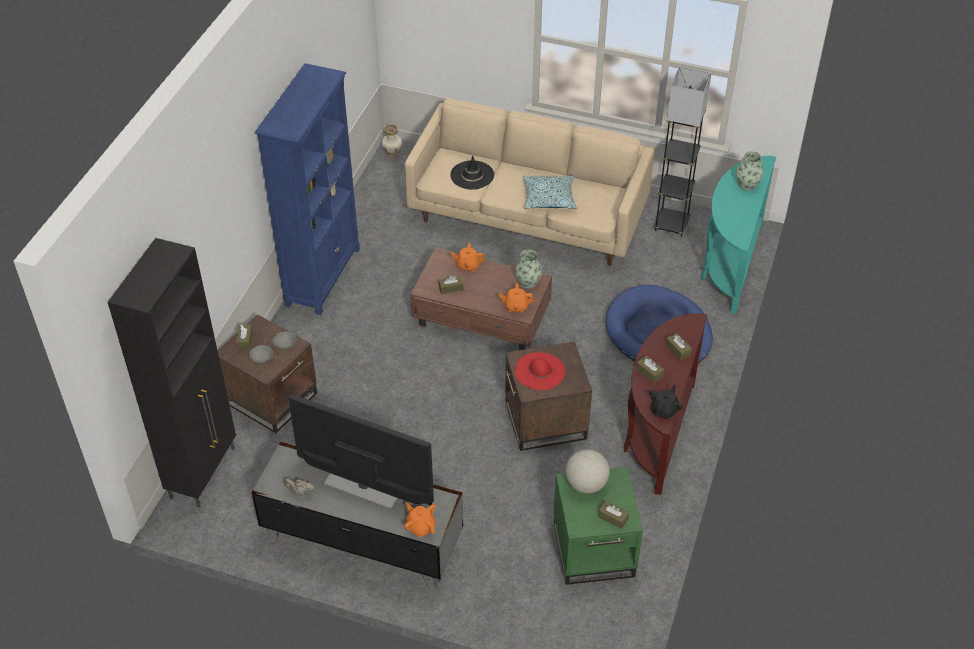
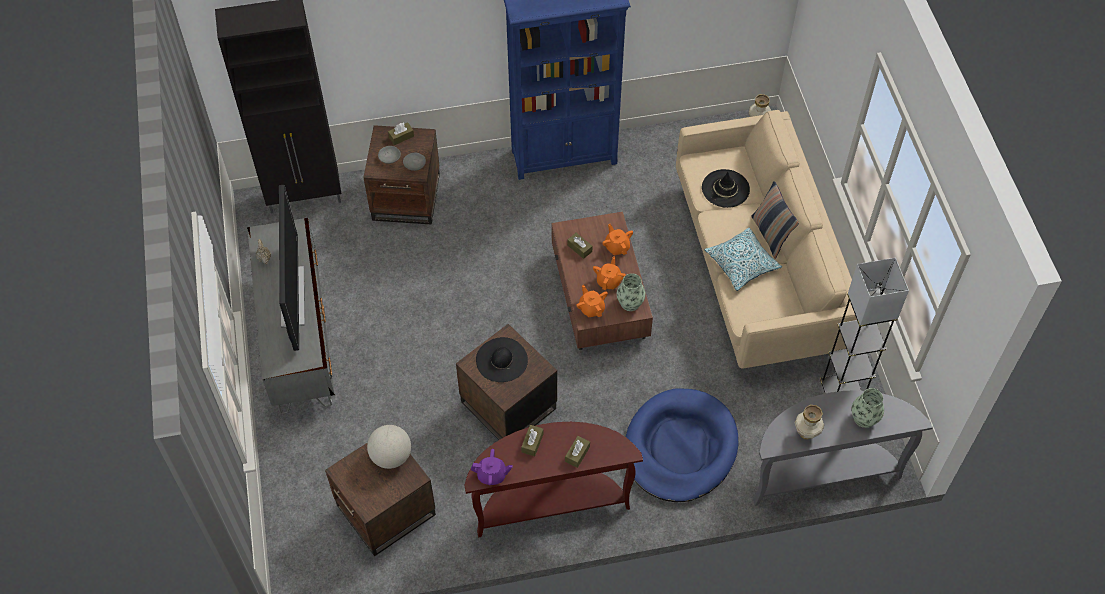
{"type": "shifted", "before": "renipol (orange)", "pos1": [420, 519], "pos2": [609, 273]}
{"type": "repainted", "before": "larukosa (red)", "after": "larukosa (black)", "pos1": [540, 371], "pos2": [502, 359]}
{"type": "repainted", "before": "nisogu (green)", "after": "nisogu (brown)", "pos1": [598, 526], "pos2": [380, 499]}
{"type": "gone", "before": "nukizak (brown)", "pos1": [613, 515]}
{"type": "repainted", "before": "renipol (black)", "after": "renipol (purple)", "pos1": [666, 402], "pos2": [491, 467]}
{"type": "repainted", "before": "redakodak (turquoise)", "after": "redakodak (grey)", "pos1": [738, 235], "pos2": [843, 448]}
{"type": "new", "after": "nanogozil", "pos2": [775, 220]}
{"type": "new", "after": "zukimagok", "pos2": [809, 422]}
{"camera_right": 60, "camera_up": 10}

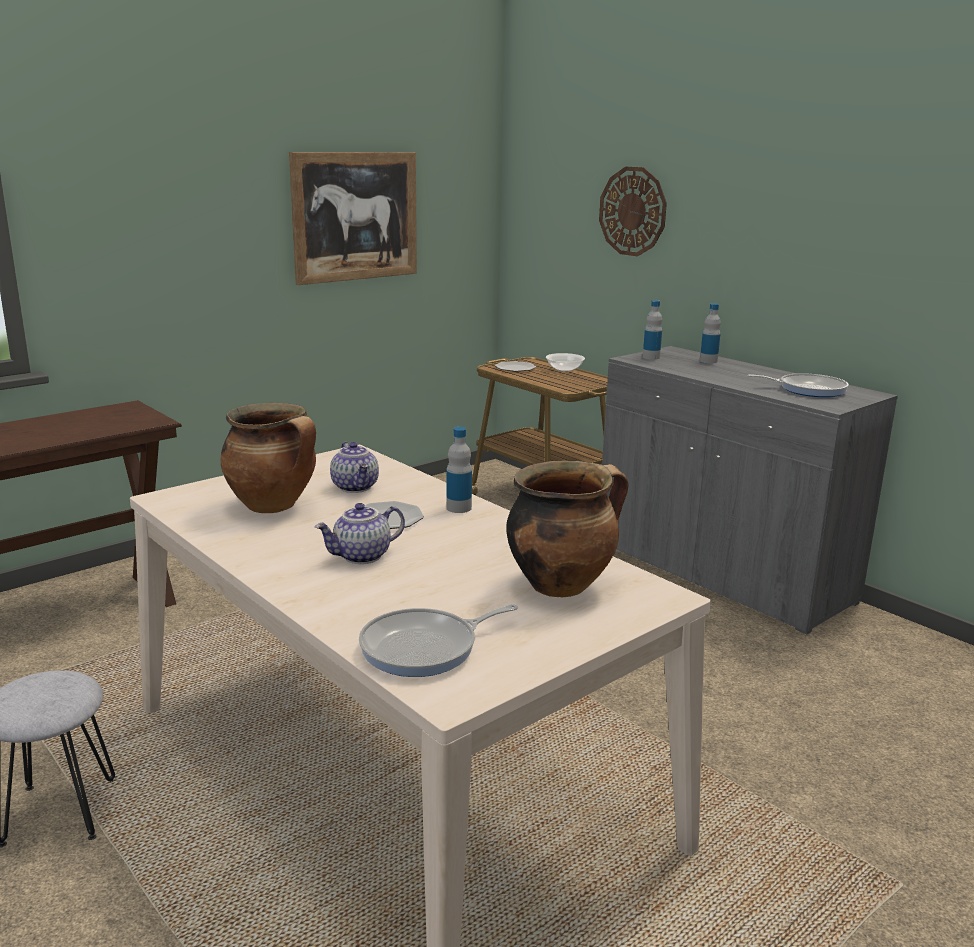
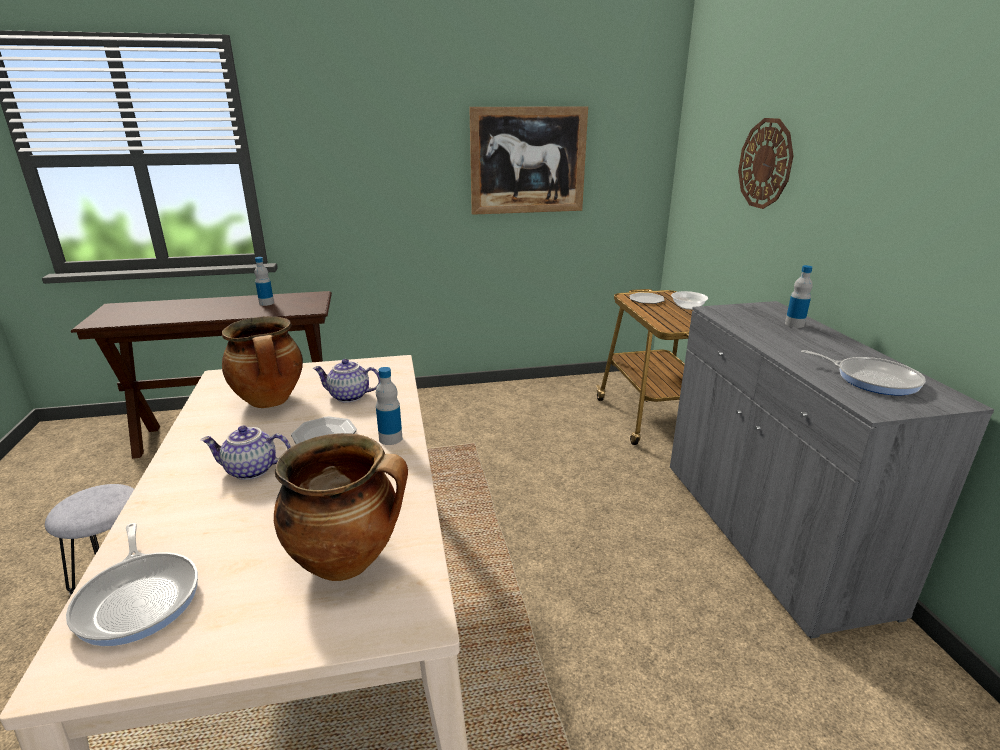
{"type": "rotated", "before": "renipol", "pos1": [354, 467], "pos2": [346, 381], "turn": 90}
{"type": "rotated", "before": "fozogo", "pos1": [438, 640], "pos2": [132, 584], "turn": -120}
{"type": "shifted", "before": "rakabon", "pos1": [652, 330], "pos2": [264, 281]}
{"camera_right": 30, "camera_up": 5}

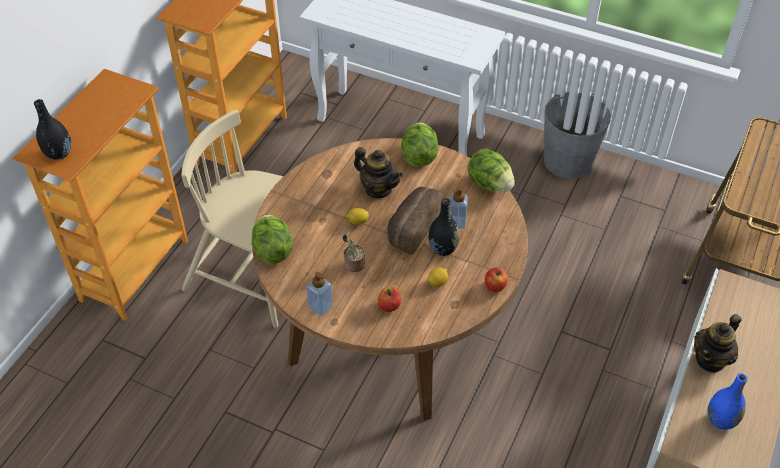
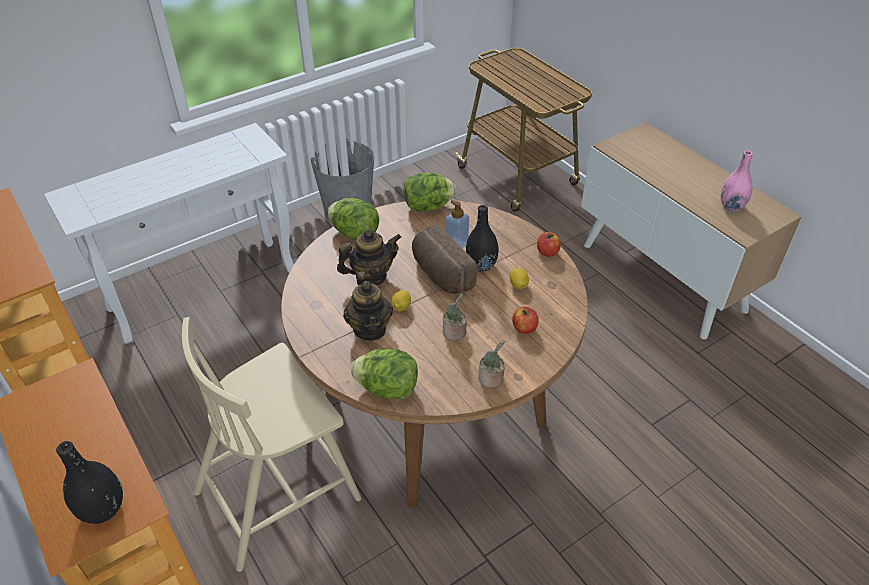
{"type": "swapped", "before": "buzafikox", "after": "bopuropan", "pos1": [319, 294], "pos2": [491, 364]}
{"type": "shifted", "before": "renipol", "pos1": [717, 343], "pos2": [368, 306]}
{"type": "repainted", "before": "zukimagok (blue)", "after": "zukimagok (pink)", "pos1": [727, 401], "pos2": [737, 180]}
{"camera_right": -60, "camera_up": -5}

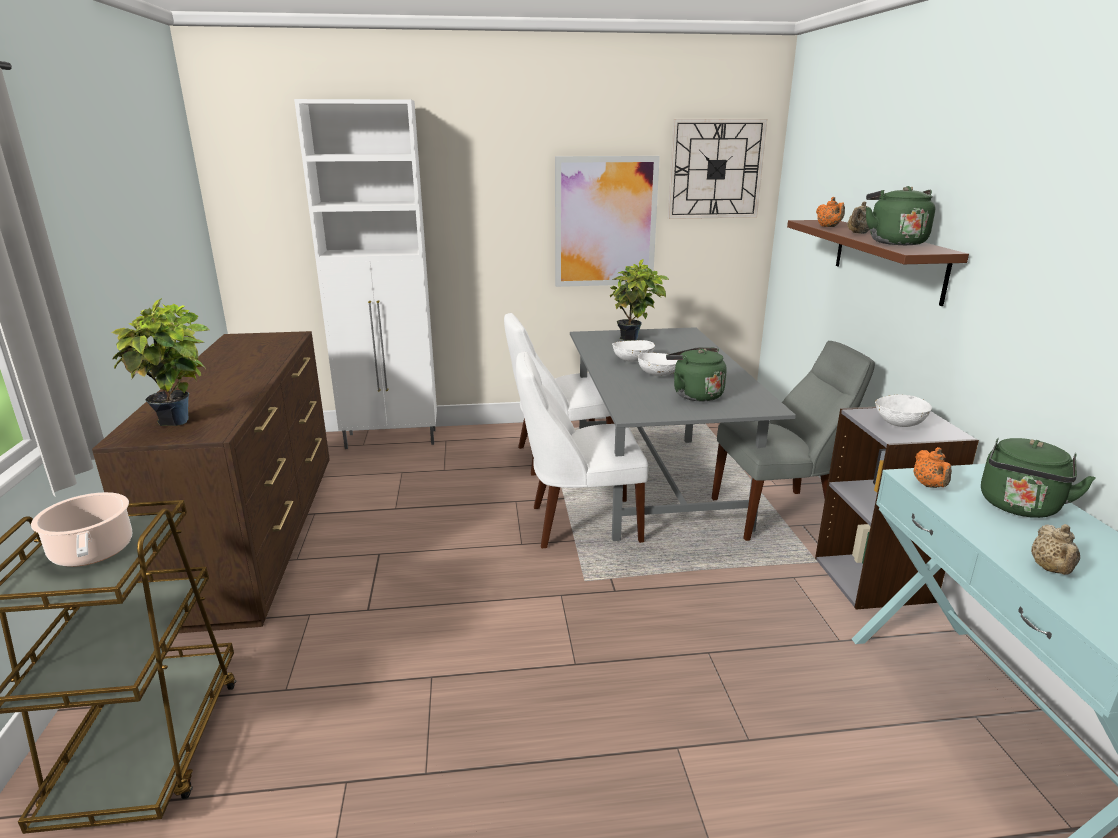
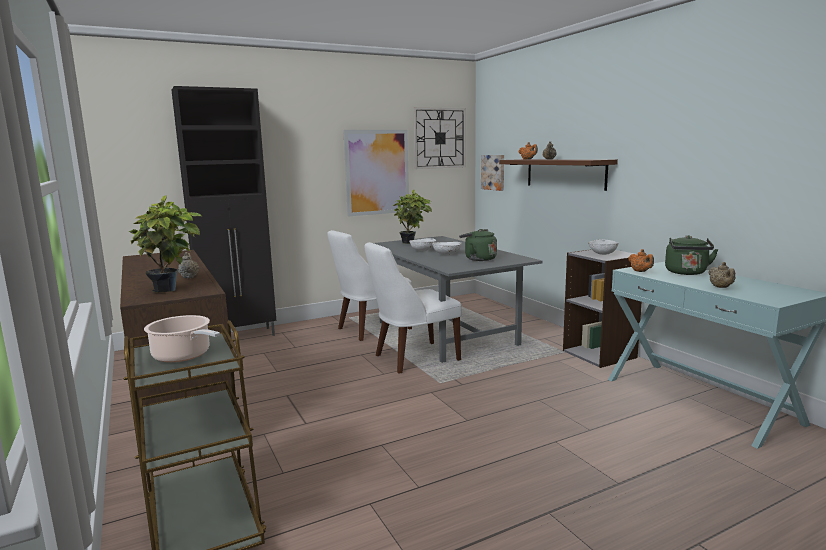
{"type": "repainted", "before": "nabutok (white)", "after": "nabutok (black)", "pos1": [365, 274], "pos2": [223, 211]}
{"type": "gone", "before": "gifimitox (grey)", "pos1": [793, 441]}
{"type": "gone", "before": "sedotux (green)", "pos1": [900, 215]}
{"type": "new", "after": "renipol (beige)", "pos2": [188, 265]}
{"type": "new", "after": "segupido", "pos2": [492, 173]}
{"camera_right": -20, "camera_up": -10}

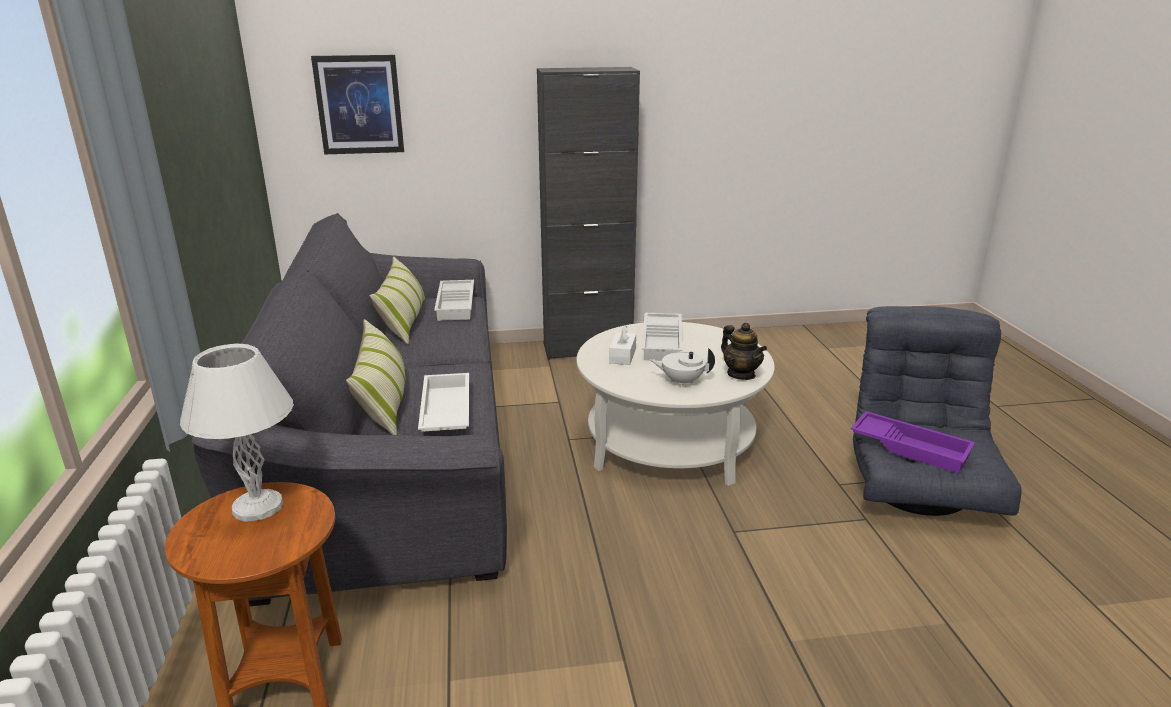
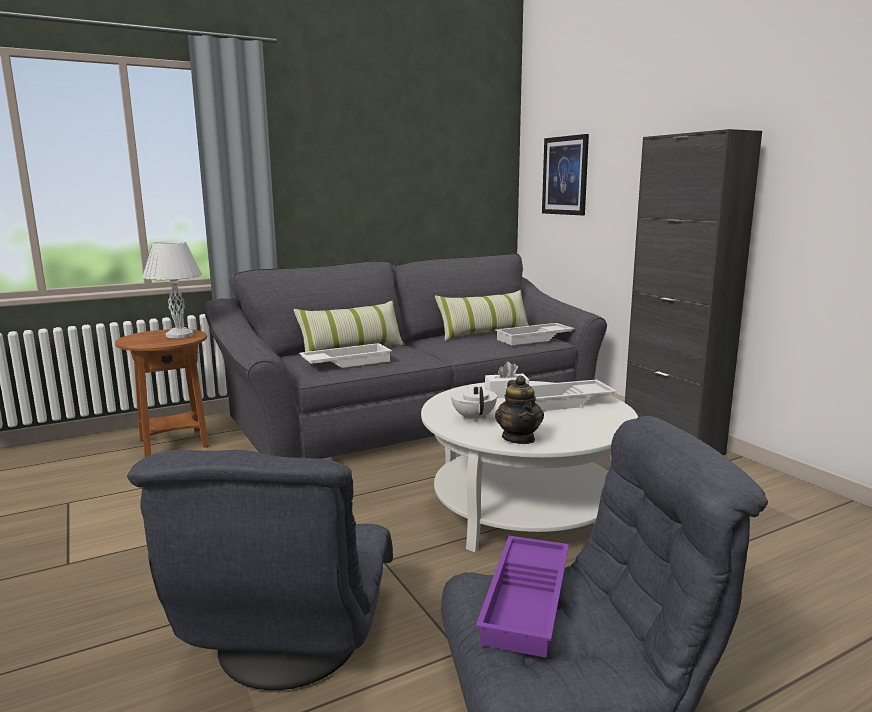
{"type": "rotated", "before": "renipol", "pos1": [744, 351], "pos2": [519, 409], "turn": -45}
{"type": "new", "after": "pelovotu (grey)", "pos2": [260, 570]}
{"camera_right": 70, "camera_up": -10}

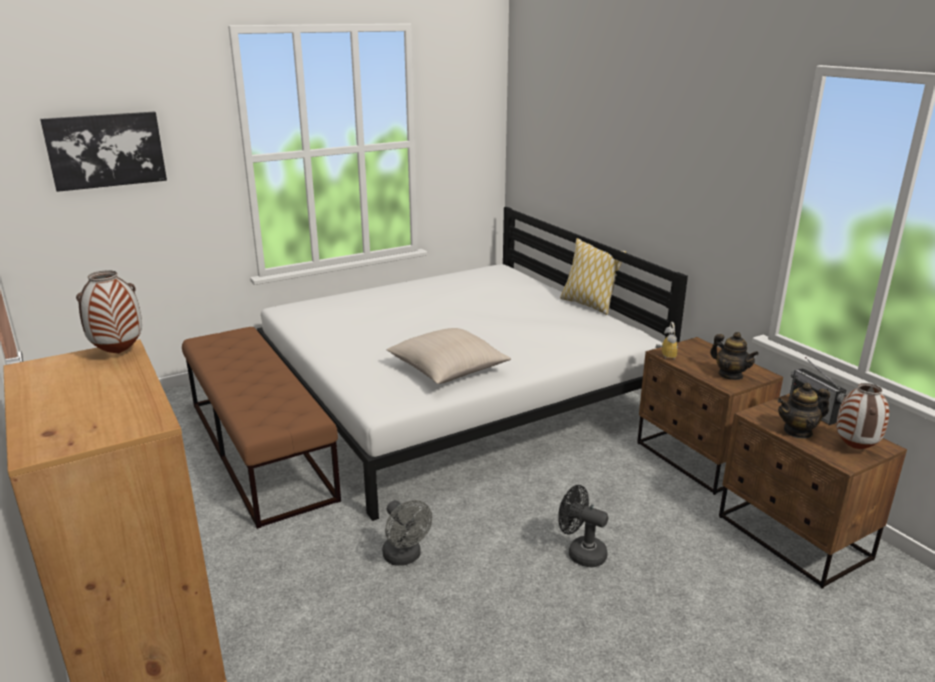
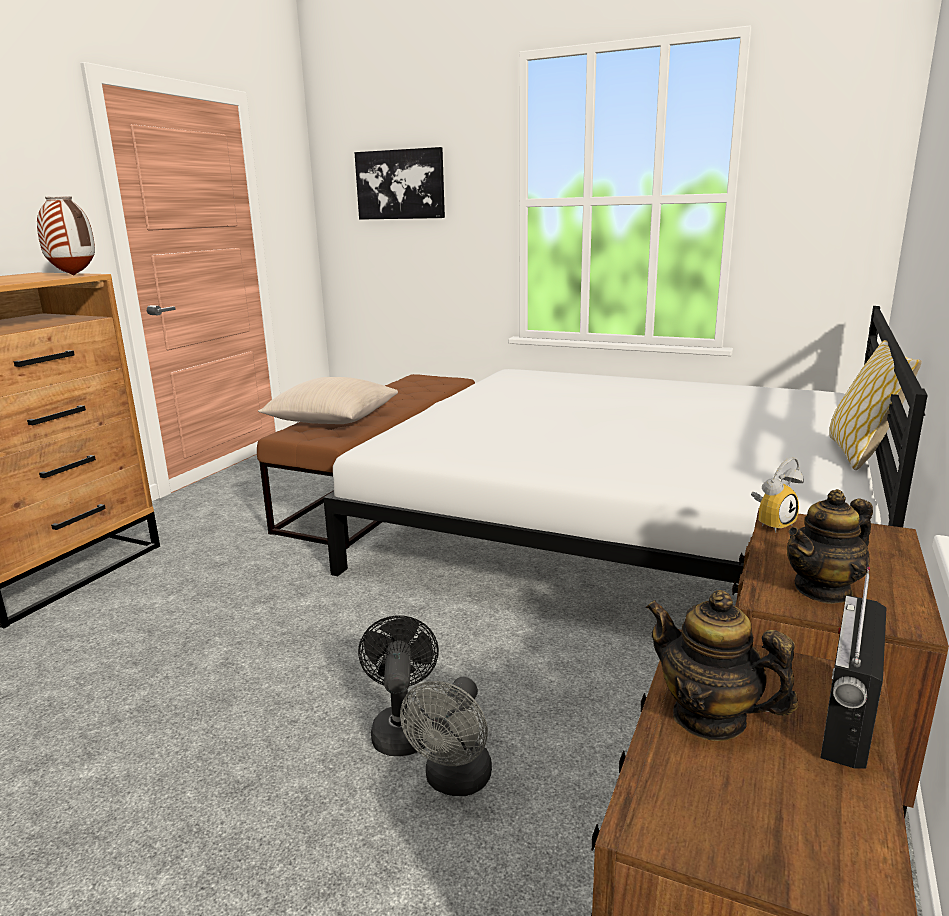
{"type": "shifted", "before": "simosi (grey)", "pos1": [407, 533], "pos2": [446, 736]}
{"type": "shifted", "before": "nanogozil (beige)", "pos1": [449, 356], "pos2": [328, 400]}
{"type": "rotated", "before": "renipol", "pos1": [734, 356], "pos2": [830, 546], "turn": 45}
{"type": "gone", "before": "zukimagok", "pos1": [862, 416]}
{"camera_right": 55, "camera_up": -5}

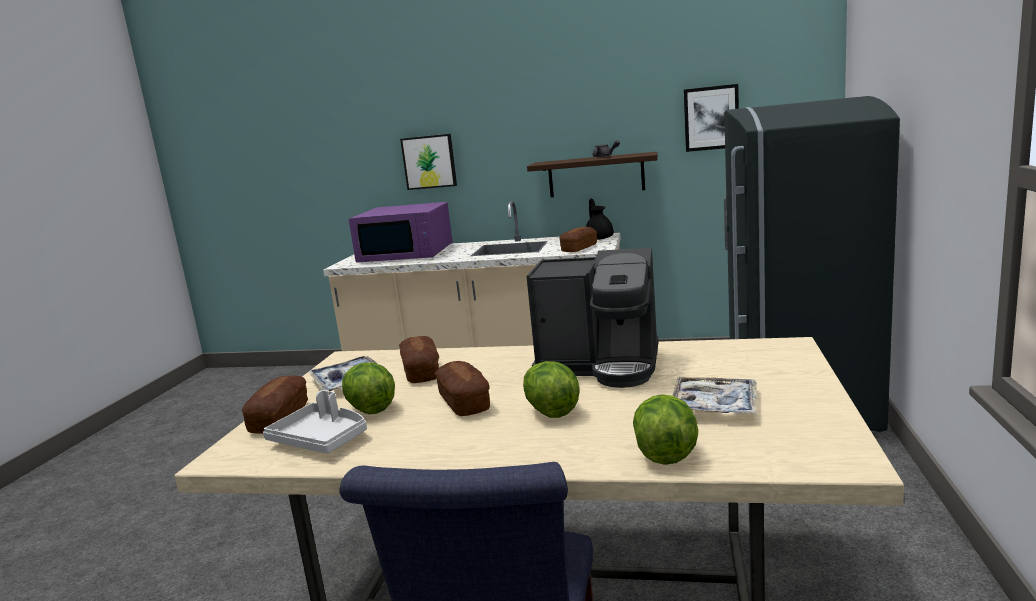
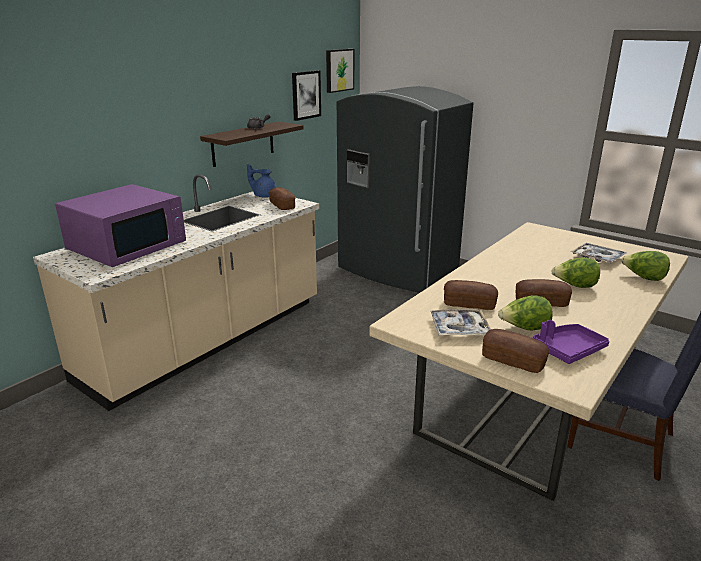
{"type": "repainted", "before": "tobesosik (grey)", "after": "tobesosik (purple)", "pos1": [315, 421], "pos2": [571, 342]}
{"type": "shifted", "before": "segupido", "pos1": [428, 162], "pos2": [340, 71]}
{"type": "gone", "before": "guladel", "pos1": [592, 318]}
{"type": "repainted", "before": "renipol (black)", "after": "renipol (blue)", "pos1": [600, 219], "pos2": [261, 181]}
{"camera_right": -65, "camera_up": 10}

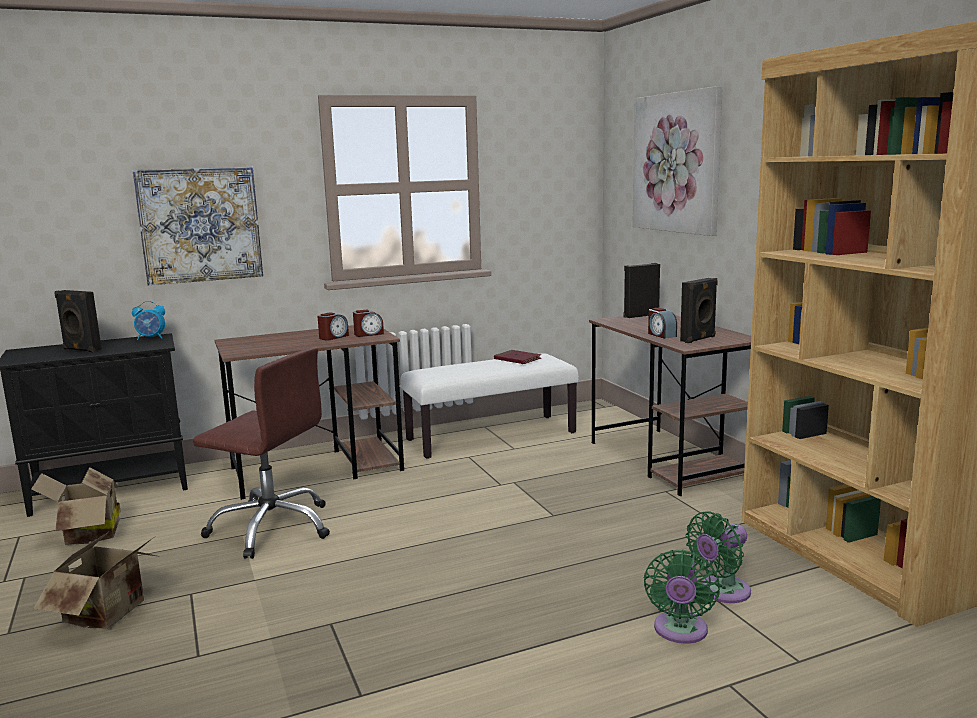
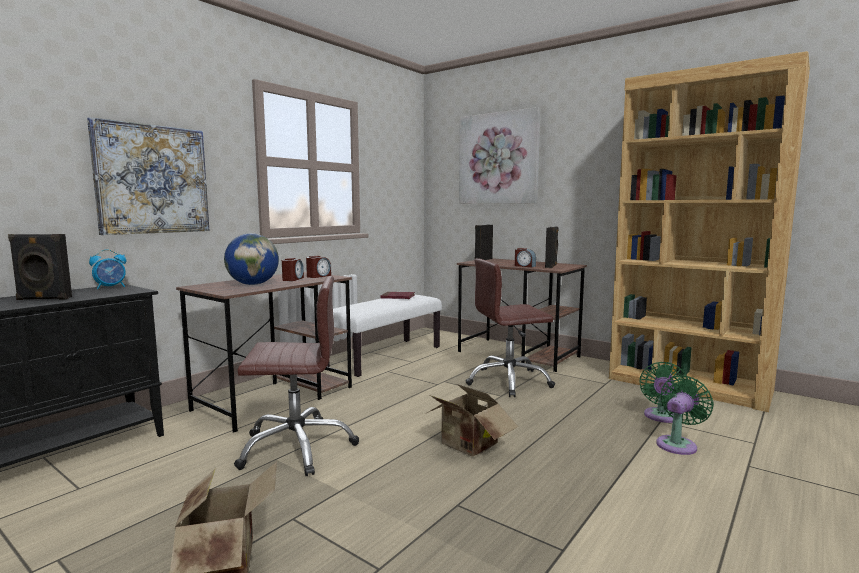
{"type": "shifted", "before": "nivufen", "pos1": [76, 506], "pos2": [471, 420]}
{"type": "rotated", "before": "simosi (green)", "pos1": [682, 597], "pos2": [685, 415], "turn": -120}
{"type": "new", "after": "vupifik", "pos2": [251, 259]}
{"type": "new", "after": "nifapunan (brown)", "pos2": [510, 327]}
{"camera_right": -30, "camera_up": -5}

